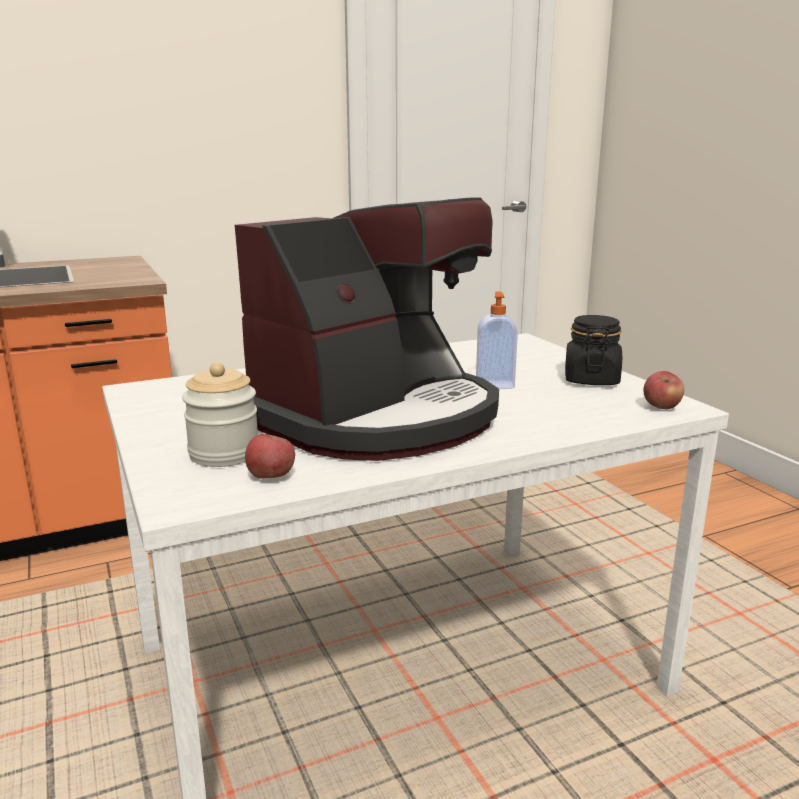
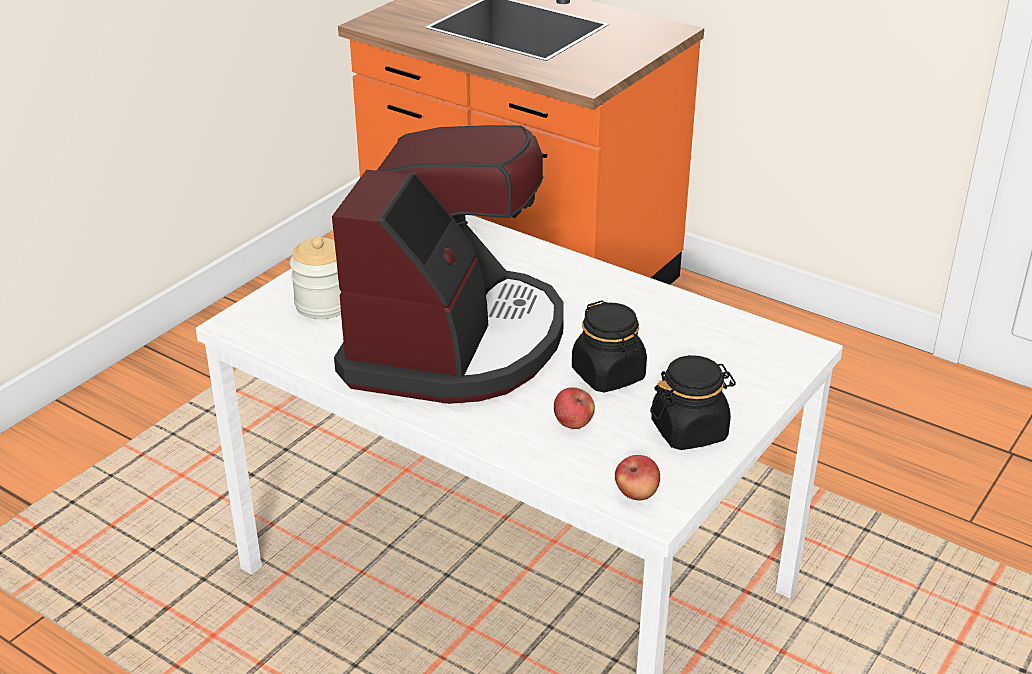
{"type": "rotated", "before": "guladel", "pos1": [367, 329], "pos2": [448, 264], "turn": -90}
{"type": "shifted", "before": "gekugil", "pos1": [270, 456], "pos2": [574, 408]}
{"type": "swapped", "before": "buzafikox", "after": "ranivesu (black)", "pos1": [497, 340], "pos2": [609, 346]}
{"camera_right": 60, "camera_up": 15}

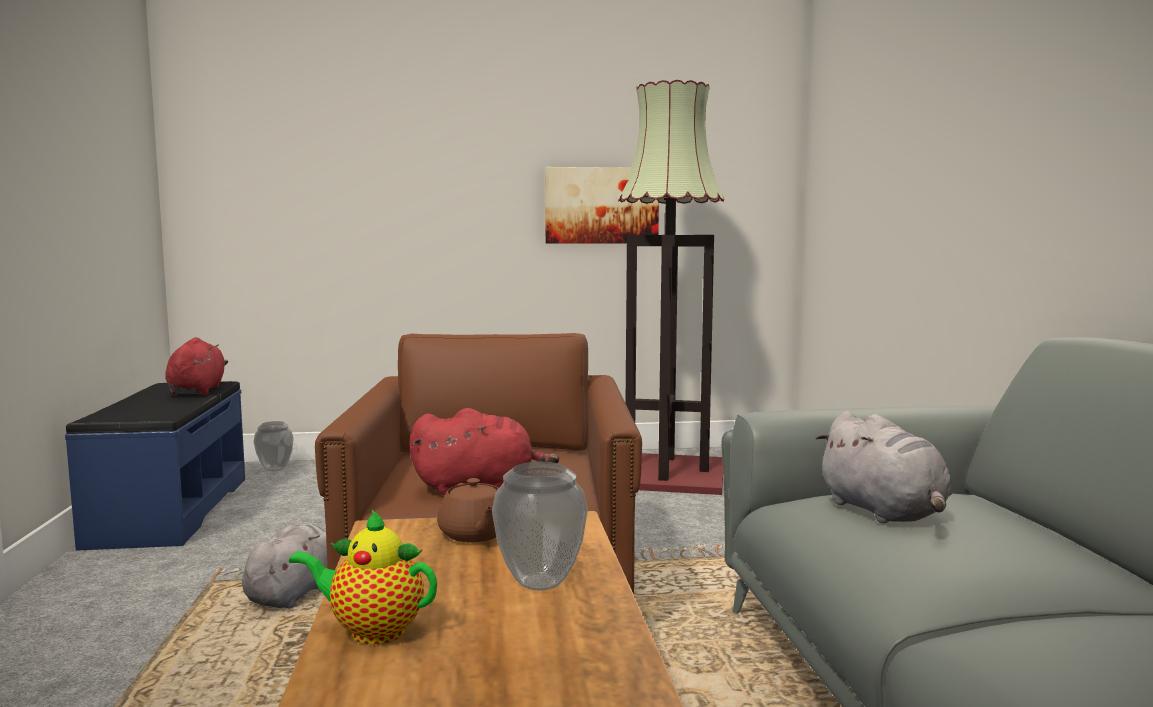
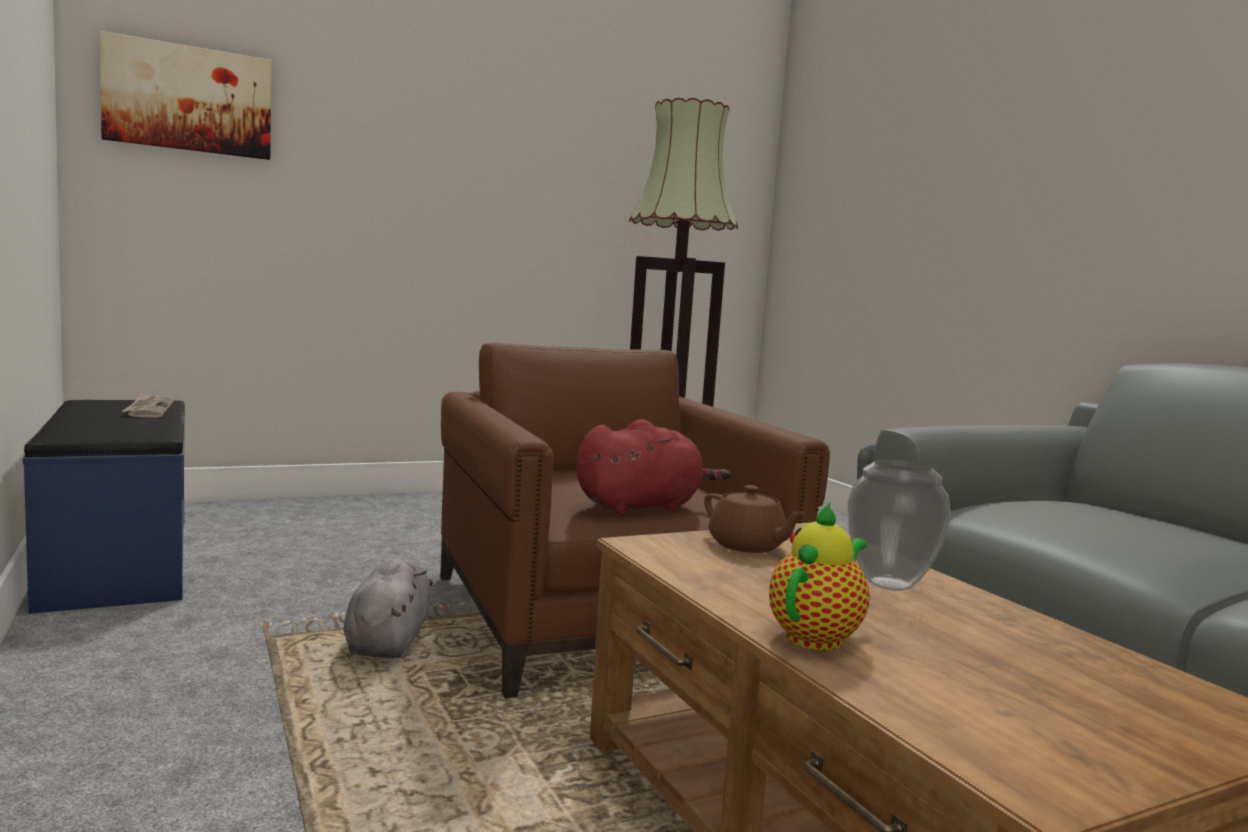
{"type": "swapped", "before": "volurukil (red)", "after": "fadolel", "pos1": [196, 366], "pos2": [148, 405]}
{"type": "gone", "before": "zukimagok", "pos1": [274, 446]}
{"type": "rotated", "before": "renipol", "pos1": [363, 576], "pos2": [819, 576], "turn": 135}
{"type": "shifted", "before": "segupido", "pos1": [602, 205], "pos2": [185, 95]}
{"type": "gone", "before": "volurukil (grey)", "pos1": [884, 467]}
{"camera_right": -20, "camera_up": 0}

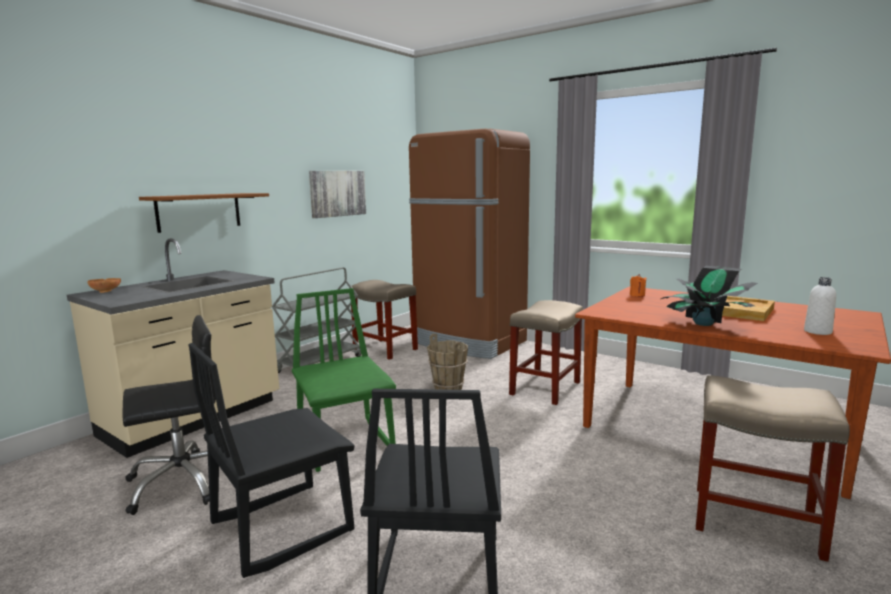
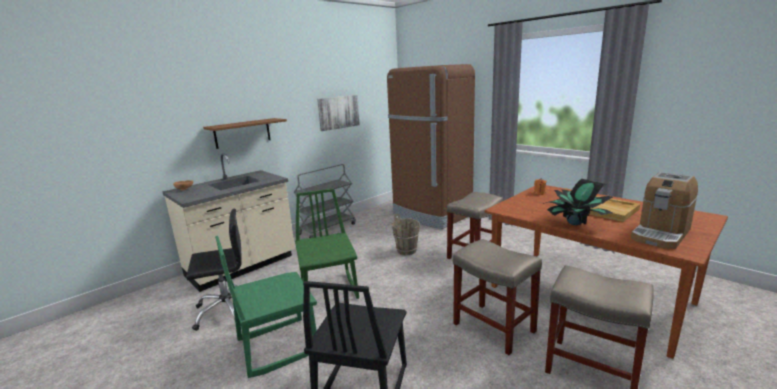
{"type": "repainted", "before": "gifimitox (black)", "after": "gifimitox (green)", "pos1": [271, 460], "pos2": [266, 307]}
{"type": "shifted", "before": "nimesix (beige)", "pos1": [384, 320], "pos2": [497, 297]}
{"type": "swapped", "before": "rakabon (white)", "after": "guladel", "pos1": [820, 306], "pos2": [664, 210]}
{"camera_right": 10, "camera_up": 5}

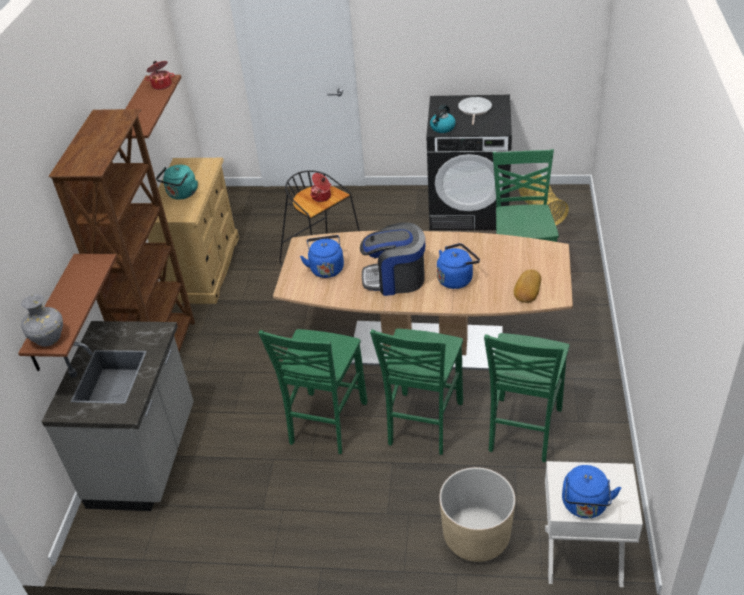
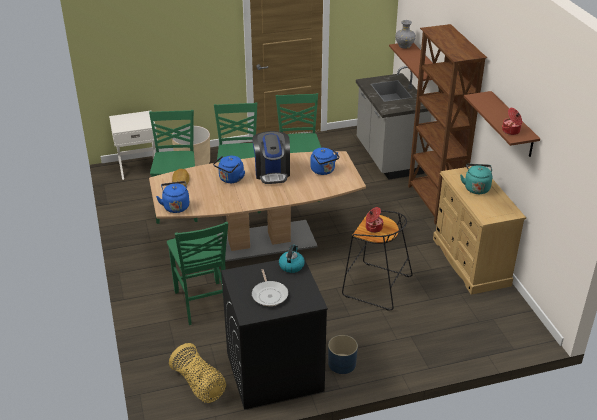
{"type": "rotated", "before": "guladel", "pos1": [392, 259], "pos2": [271, 157], "turn": 105}
{"type": "shifted", "before": "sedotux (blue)", "pos1": [591, 492], "pos2": [172, 197]}
{"type": "new", "after": "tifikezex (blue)", "pos2": [343, 354]}
{"camera_right": 155, "camera_up": -5}

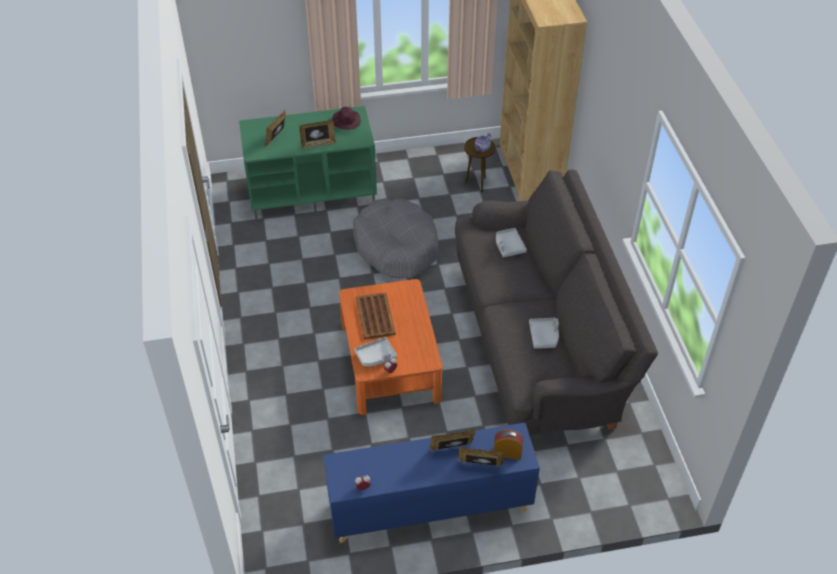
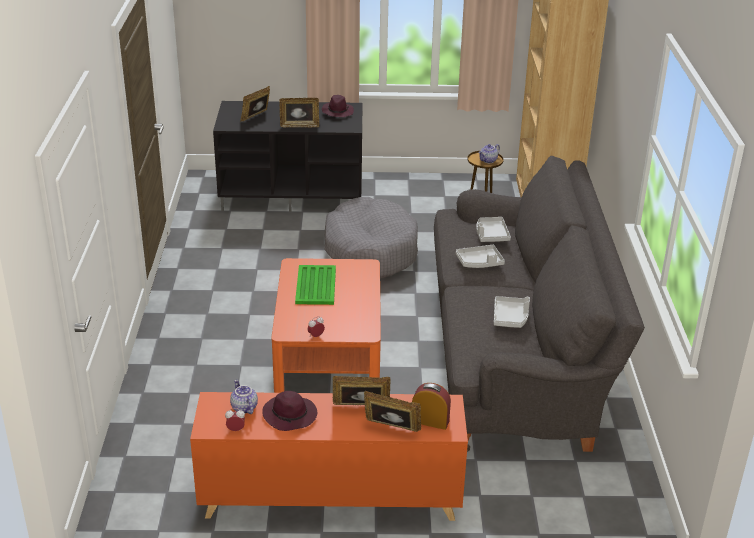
{"type": "repainted", "before": "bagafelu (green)", "after": "bagafelu (black)", "pos1": [308, 163], "pos2": [288, 156]}
{"type": "repainted", "before": "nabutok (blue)", "after": "nabutok (orange)", "pos1": [431, 483], "pos2": [329, 456]}
{"type": "shifted", "before": "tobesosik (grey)", "pos1": [375, 351], "pos2": [480, 256]}
{"type": "repainted", "before": "tobesosik (brown)", "after": "tobesosik (green)", "pos1": [376, 316], "pos2": [315, 285]}
{"type": "new", "after": "renipol", "pos2": [244, 397]}
{"type": "new", "after": "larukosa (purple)", "pos2": [290, 411]}
{"camera_right": 10, "camera_up": -15}

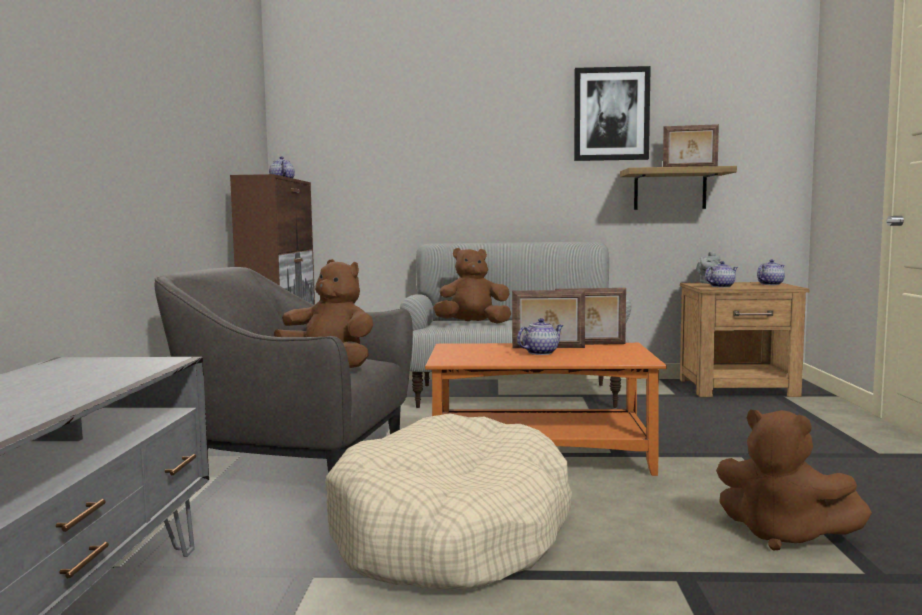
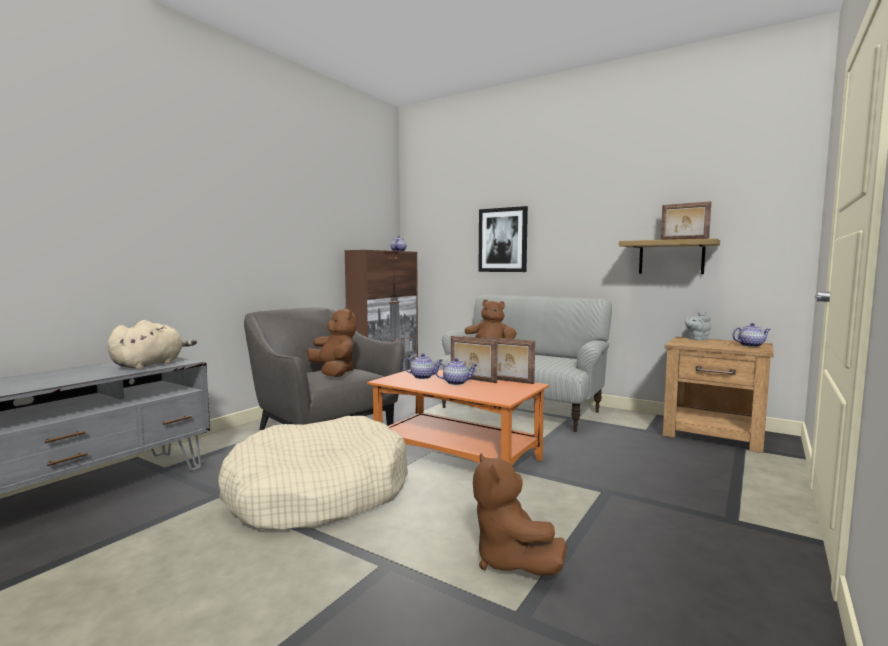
{"type": "shifted", "before": "segupido", "pos1": [612, 113], "pos2": [503, 239]}
{"type": "shifted", "before": "renipol", "pos1": [721, 274], "pos2": [423, 366]}
{"type": "new", "after": "volurukil (beige)", "pos2": [152, 345]}
{"camera_right": 30, "camera_up": 0}

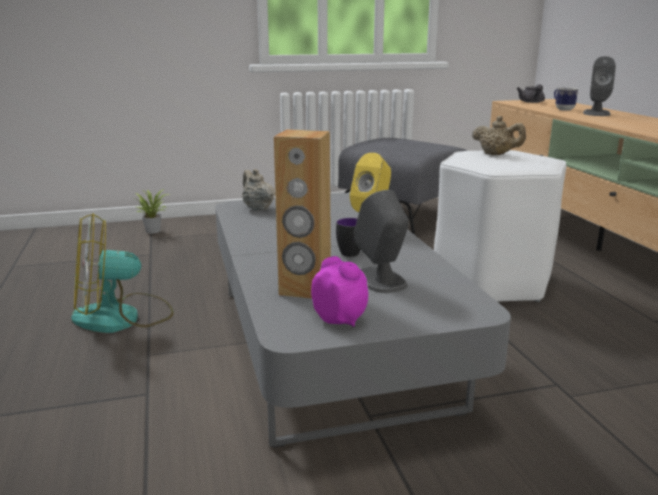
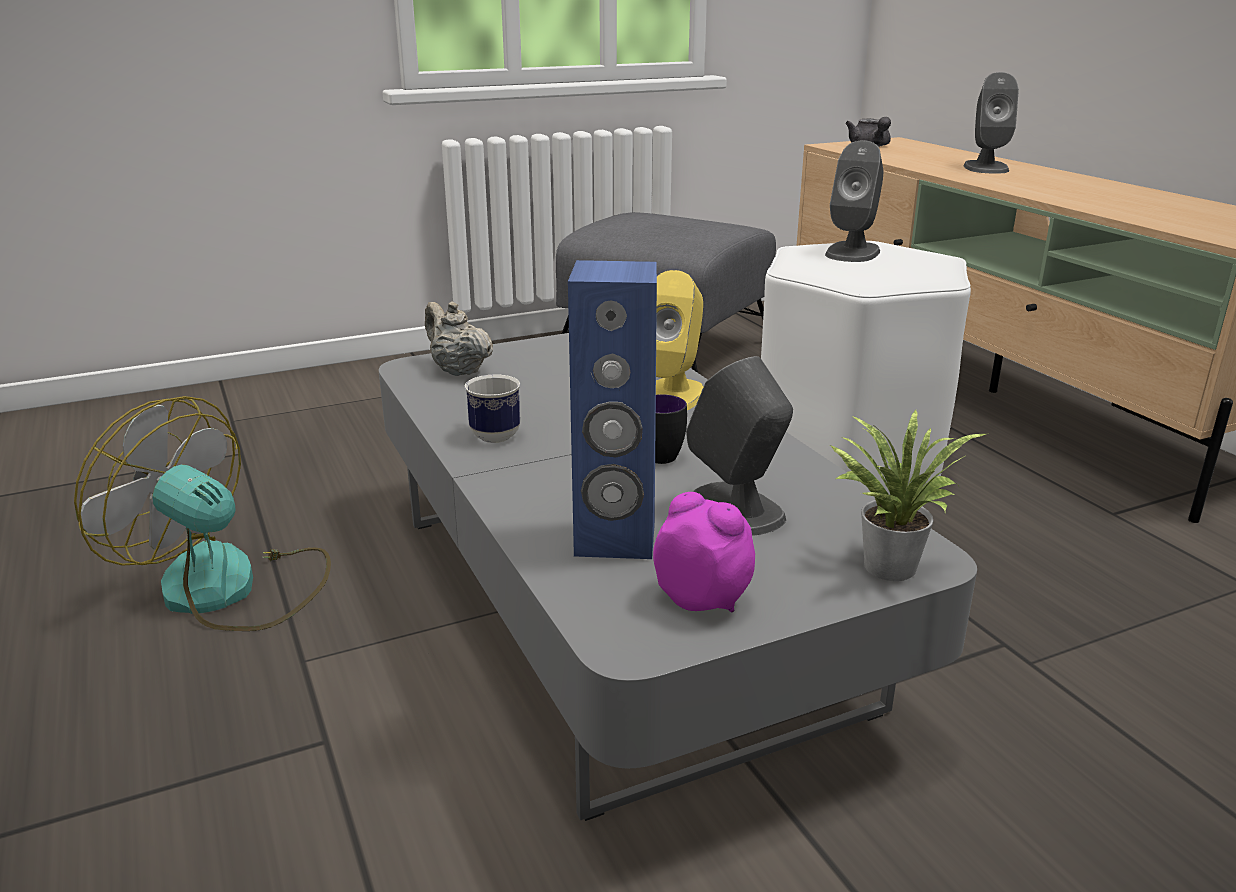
{"type": "rotated", "before": "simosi", "pos1": [122, 273], "pos2": [202, 513], "turn": 60}
{"type": "shifted", "before": "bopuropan", "pos1": [151, 211], "pos2": [907, 495]}
{"type": "repainted", "before": "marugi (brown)", "after": "marugi (blue)", "pos1": [302, 214], "pos2": [612, 409]}
{"type": "swapped", "before": "renipol (beige)", "after": "marugi (grey)", "pos1": [499, 135], "pos2": [854, 201]}
{"type": "shifted", "before": "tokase", "pos1": [566, 99], "pos2": [492, 409]}
{"camera_right": -10, "camera_up": 5}

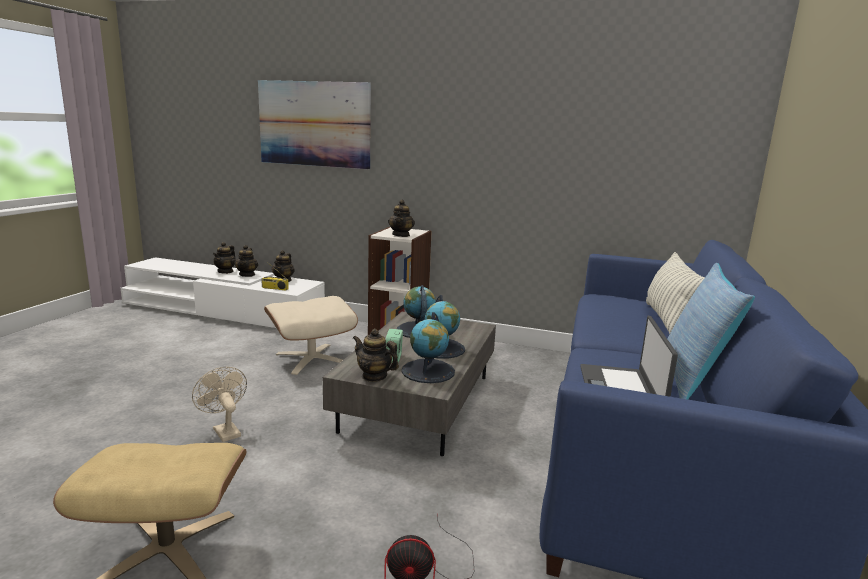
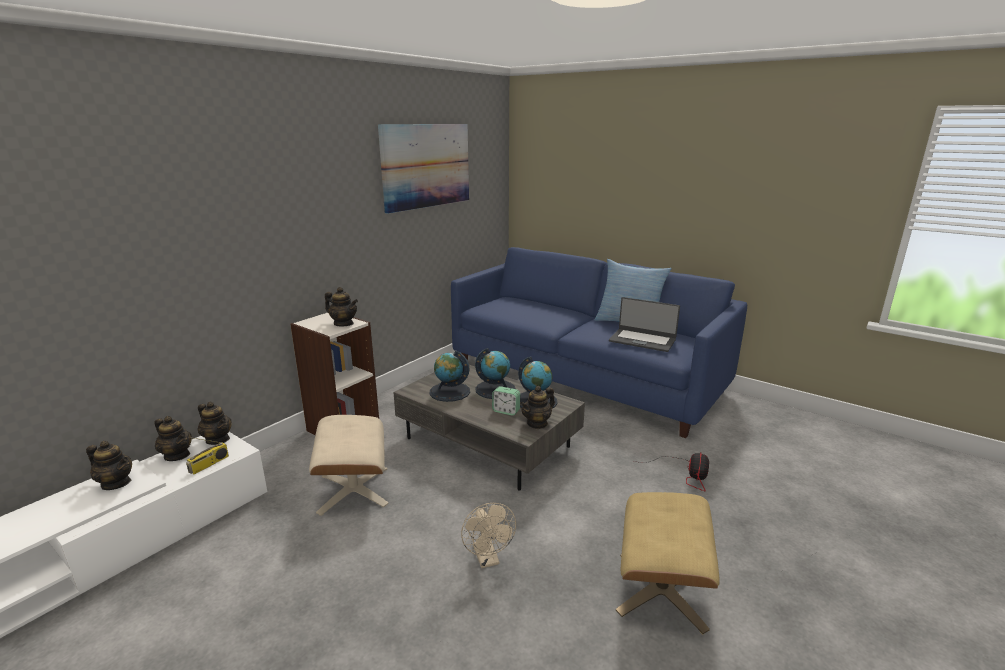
{"type": "rotated", "before": "simosi (beige)", "pos1": [219, 404], "pos2": [488, 535], "turn": -90}
{"type": "shifted", "before": "renipol", "pos1": [224, 258], "pos2": [215, 423]}
{"type": "shifted", "before": "segupido", "pos1": [314, 124], "pos2": [423, 169]}
{"type": "gone", "before": "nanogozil", "pos1": [675, 293]}
{"camera_right": -70, "camera_up": 5}

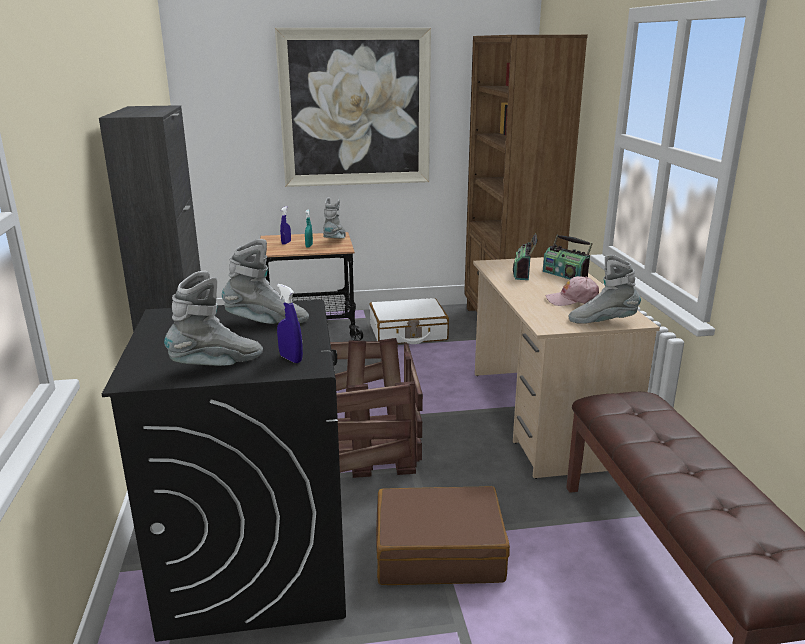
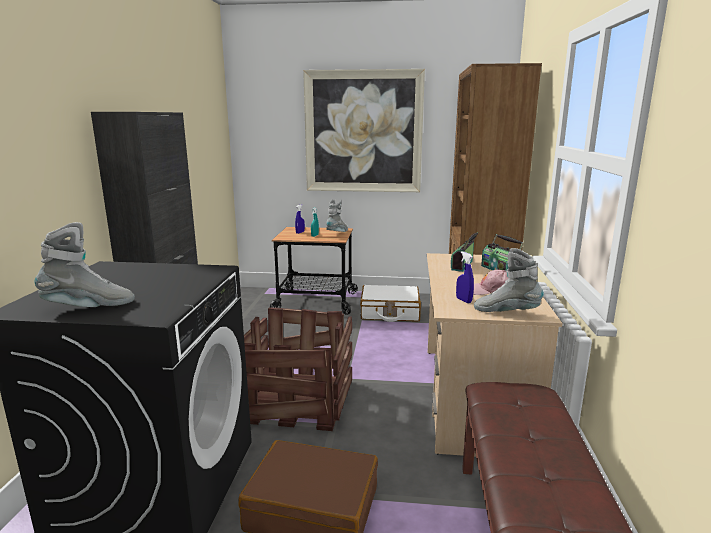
{"type": "gone", "before": "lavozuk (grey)", "pos1": [265, 281]}
{"type": "shifted", "before": "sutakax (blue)", "pos1": [290, 323], "pos2": [465, 277]}
{"camera_right": 15, "camera_up": -5}

